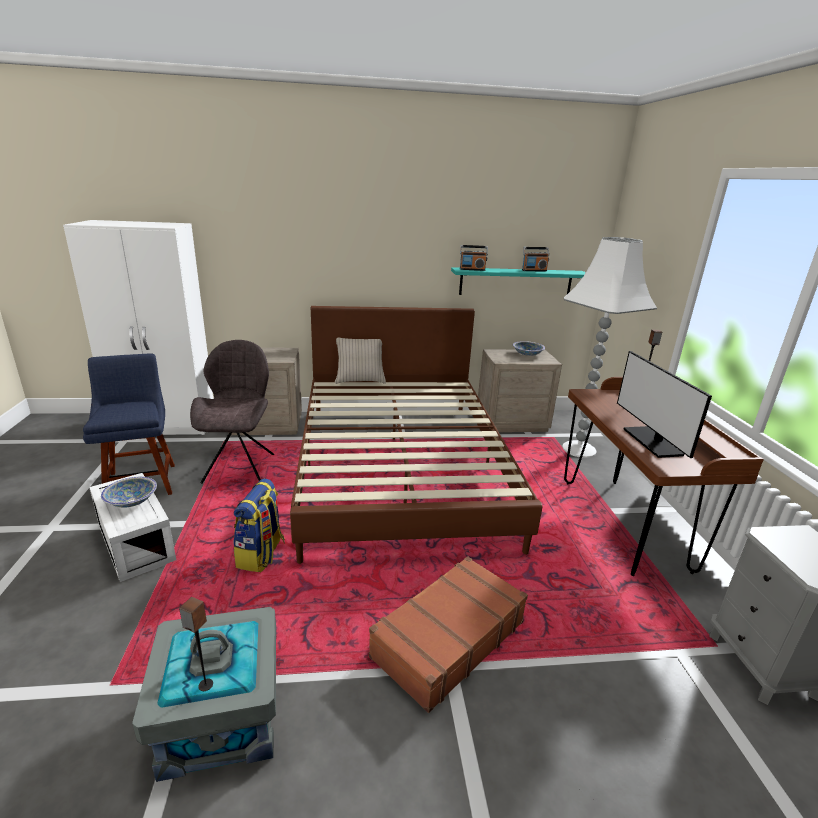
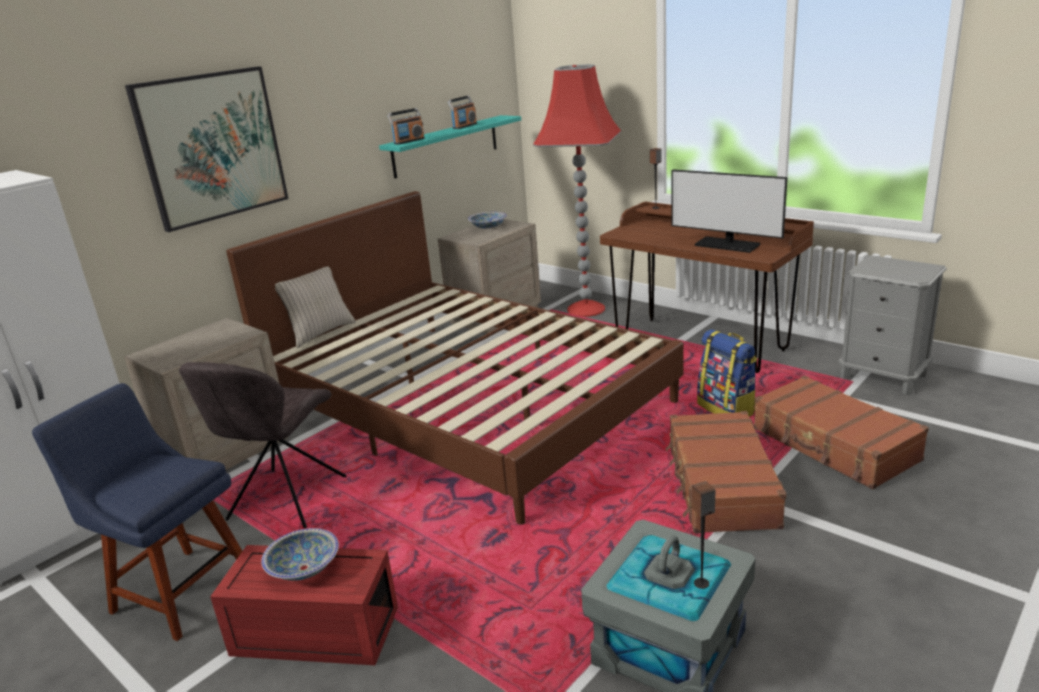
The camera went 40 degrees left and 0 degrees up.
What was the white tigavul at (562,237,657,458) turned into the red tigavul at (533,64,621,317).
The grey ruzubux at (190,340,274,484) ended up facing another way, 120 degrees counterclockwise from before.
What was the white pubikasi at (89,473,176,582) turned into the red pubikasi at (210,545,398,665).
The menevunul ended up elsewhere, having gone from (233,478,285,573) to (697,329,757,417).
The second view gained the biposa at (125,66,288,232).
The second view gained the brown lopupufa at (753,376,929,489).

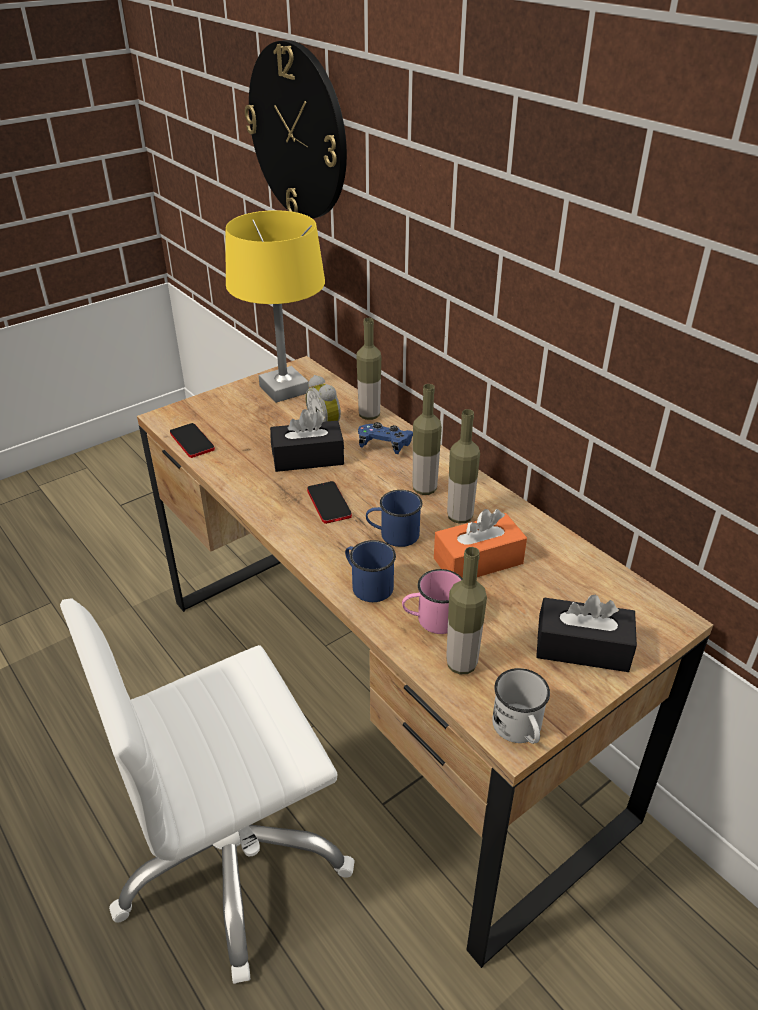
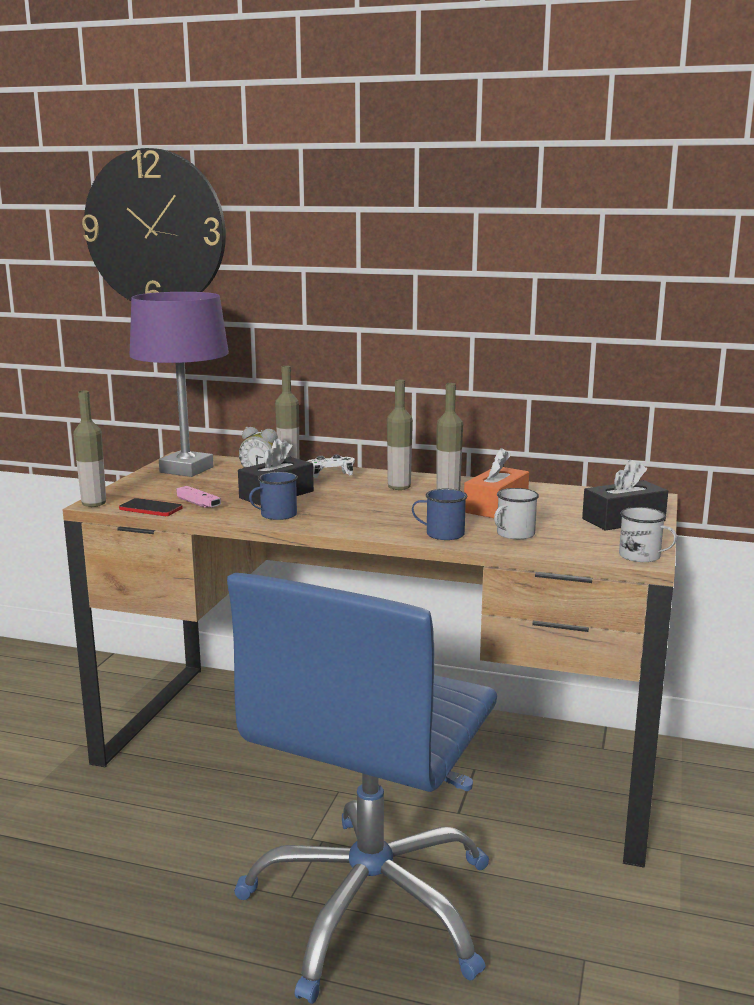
The camera went 35 degrees left and 20 degrees down.
What was the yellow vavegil at (225,210,325,403) turned into the purple vavegil at (130,292,229,477).
What was the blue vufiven at (358,422,413,454) turned into the white vufiven at (307,455,355,478).
The second view lost the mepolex at (307,481,352,524).
The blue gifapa ended up elsewhere, having gone from (366,490,422,547) to (249,472,298,520).
The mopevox ended up elsewhere, having gone from (446,547,487,674) to (73,391,106,507).
What was the pink gifapa at (402,569,463,634) turned into the white gifapa at (494,488,539,539).
What was the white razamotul at (60,599,355,984) turned into the blue razamotul at (227,573,497,1004).
The second view gained the pink vufiven at (177,486,221,508).

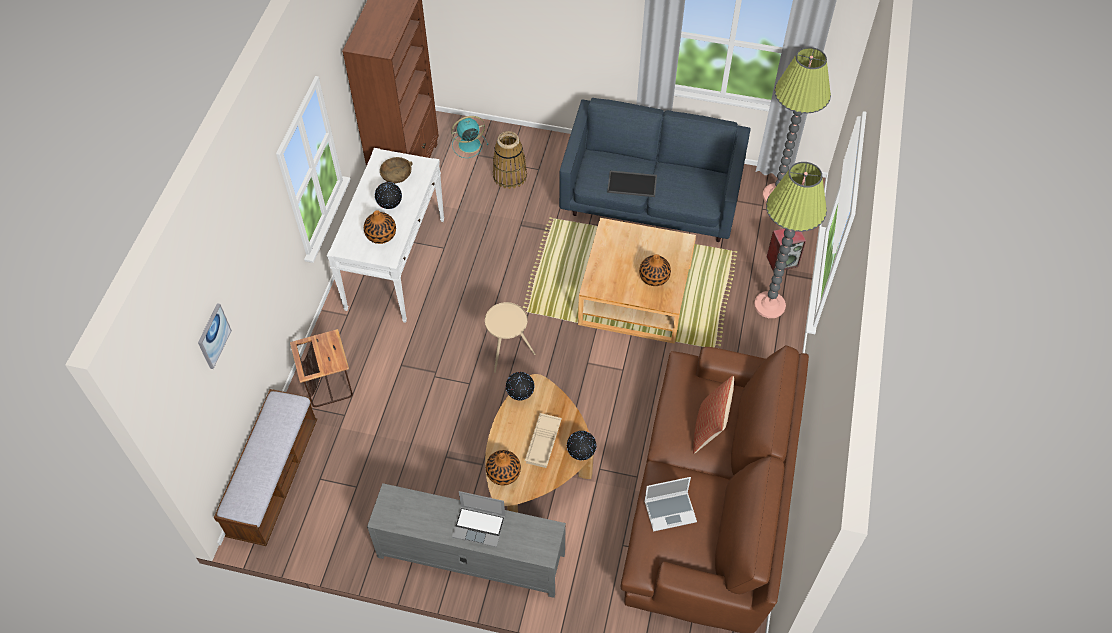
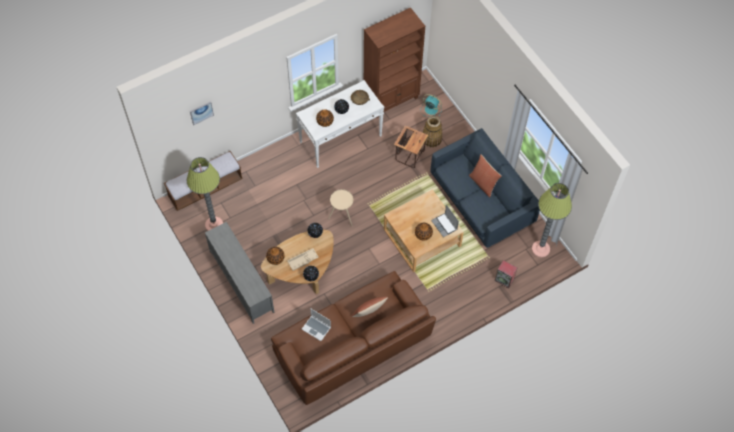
The camera went 45 degrees right and 5 degrees up.
The tigavul ended up elsewhere, having gone from (754,162,827,318) to (187,157,223,231).
The second view lost the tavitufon at (607,170,657,197).
The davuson ended up elsewhere, having gone from (290,329,353,407) to (394,125,428,168).
The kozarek ended up elsewhere, having gone from (452,491,506,547) to (431,205,459,237).
The second view gained the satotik at (469,154,502,197).

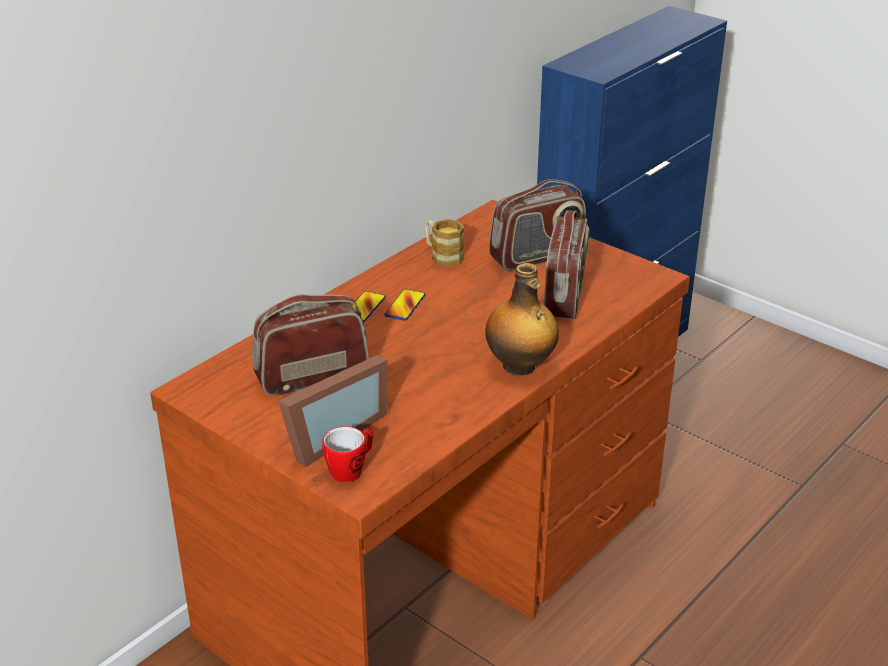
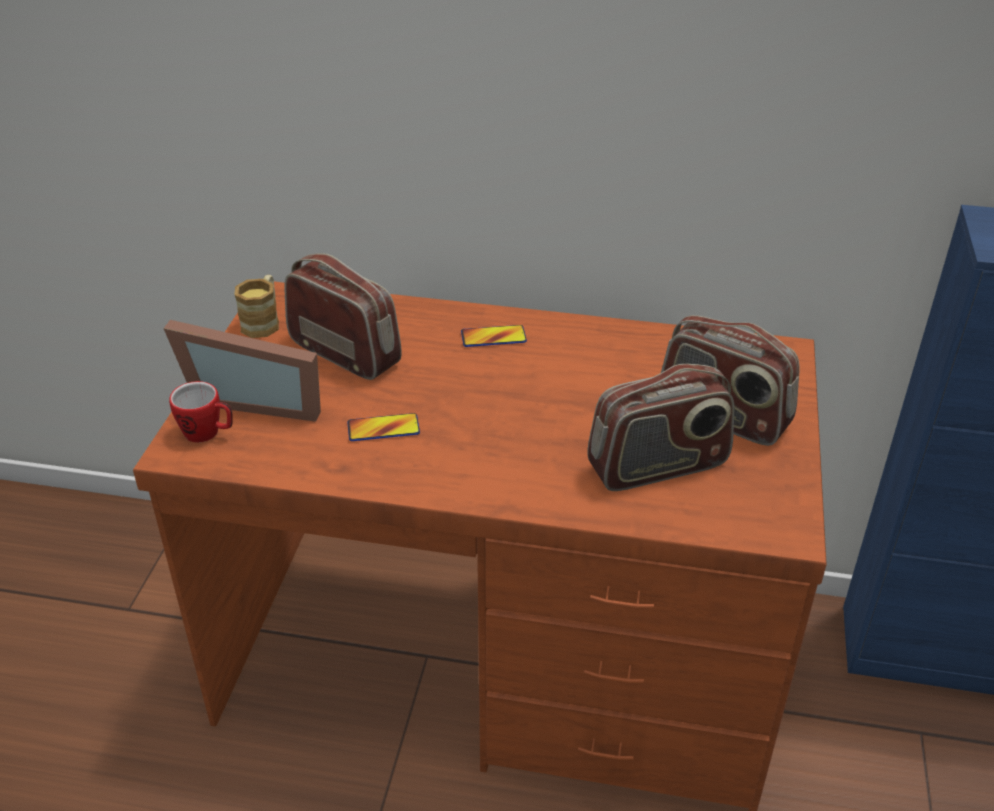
The camera went 60 degrees right and 5 degrees up.
The gifapa ended up elsewhere, having gone from (425,219,465,267) to (234,275,279,338).
The second view lost the mopevox at (485,263,559,375).
The mepolex ended up elsewhere, having gone from (384,289,426,321) to (347,413,420,441).

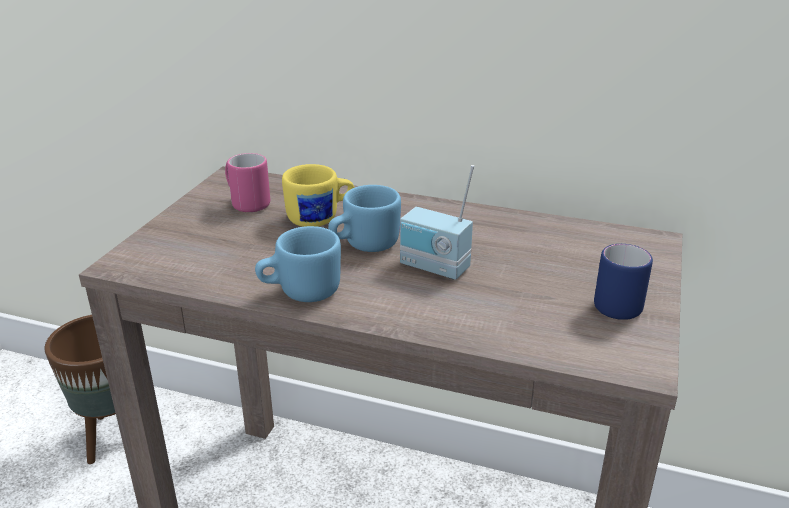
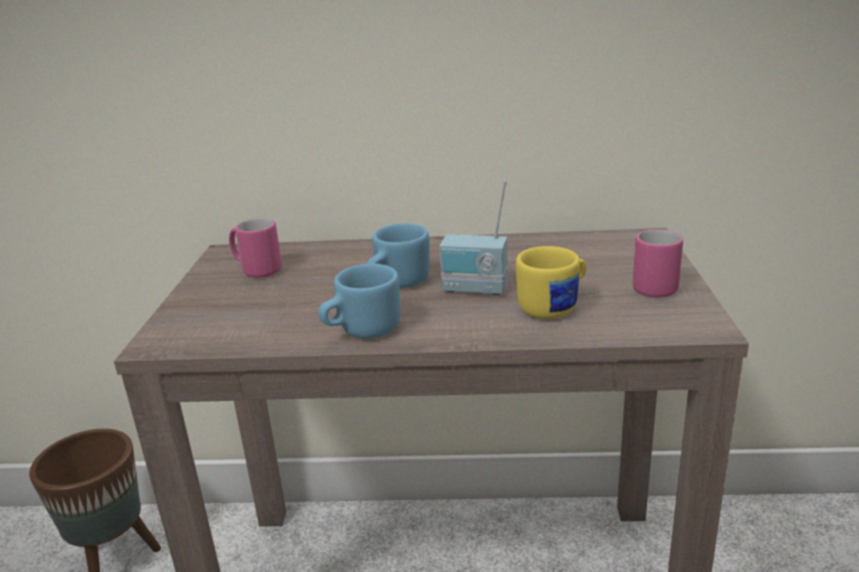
The camera went 15 degrees left and 5 degrees down.
The yellow gifapa ended up elsewhere, having gone from (282,164,355,227) to (516,246,586,319).
What was the blue gifapa at (594,244,653,320) turned into the pink gifapa at (633,230,683,297).

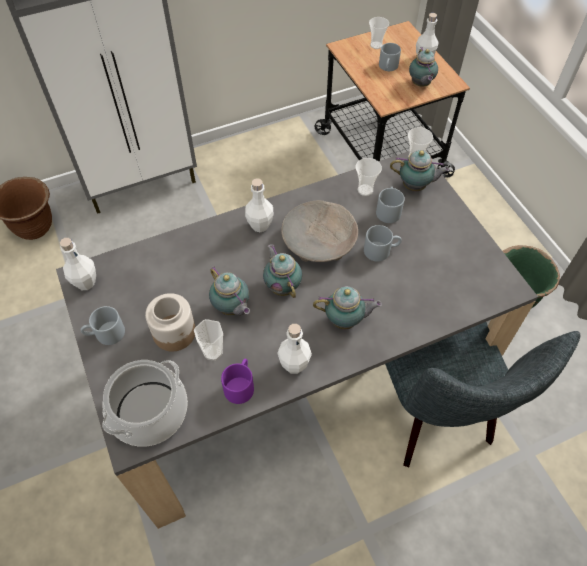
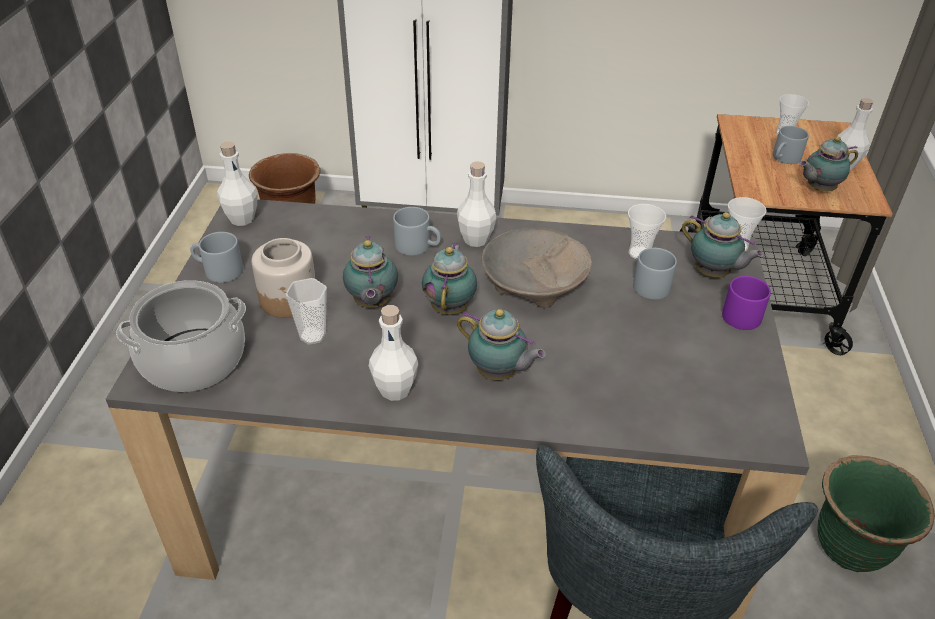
The camera went 30 degrees right and 15 degrees down.
The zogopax at (409,47,438,86) ended up facing another way, 45 degrees clockwise from before.
The grey gifapa ended up elsewhere, having gone from (364,225,402,262) to (393,207,441,256).
The purple gifapa ended up elsewhere, having gone from (221,359,254,404) to (722,276,771,330).

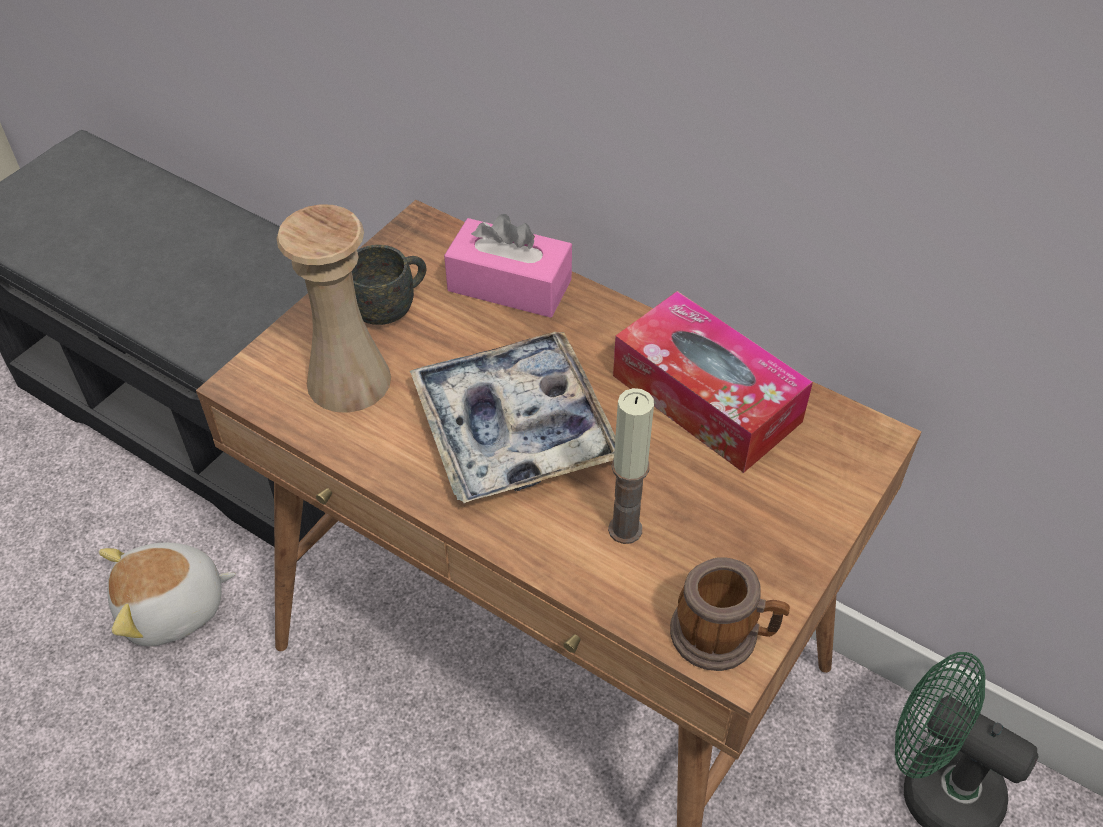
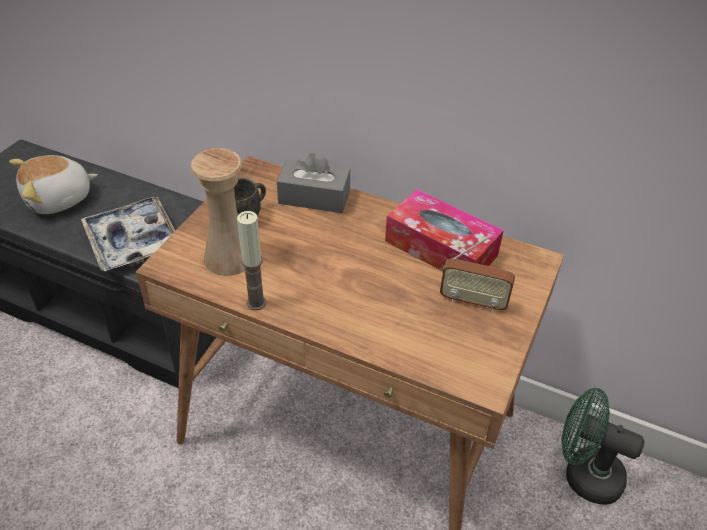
The camera went 10 degrees left and 5 degrees down.
What was the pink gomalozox at (444,214,572,318) turned into the grey gomalozox at (277,153,350,213).
The tavitufon ended up elsewhere, having gone from (410,332,616,503) to (81,197,175,271).
The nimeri ended up elsewhere, having gone from (608,388,654,544) to (237,211,266,310).
The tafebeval ended up elsewhere, having gone from (99,543,236,646) to (9,155,98,214).
The second view lost the gifapa at (670,557,790,671).
The second view gained the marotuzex at (440,236,515,313).

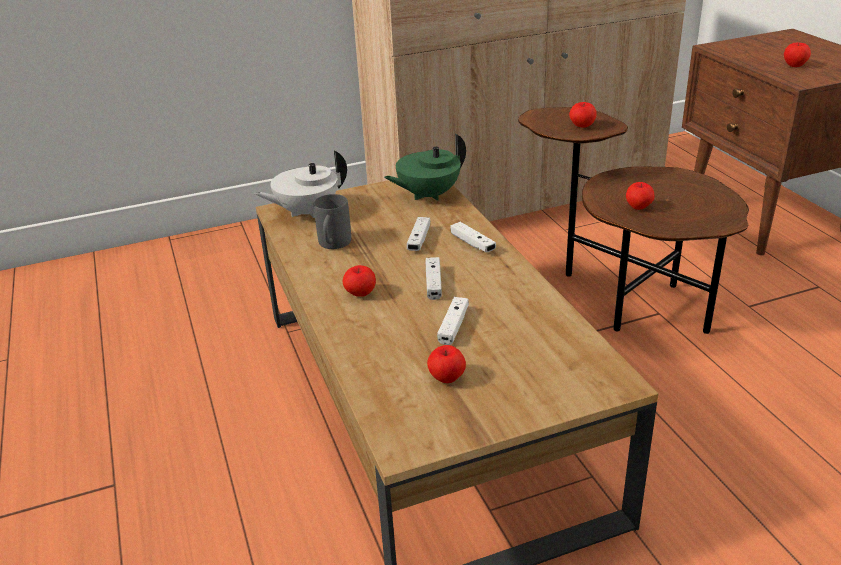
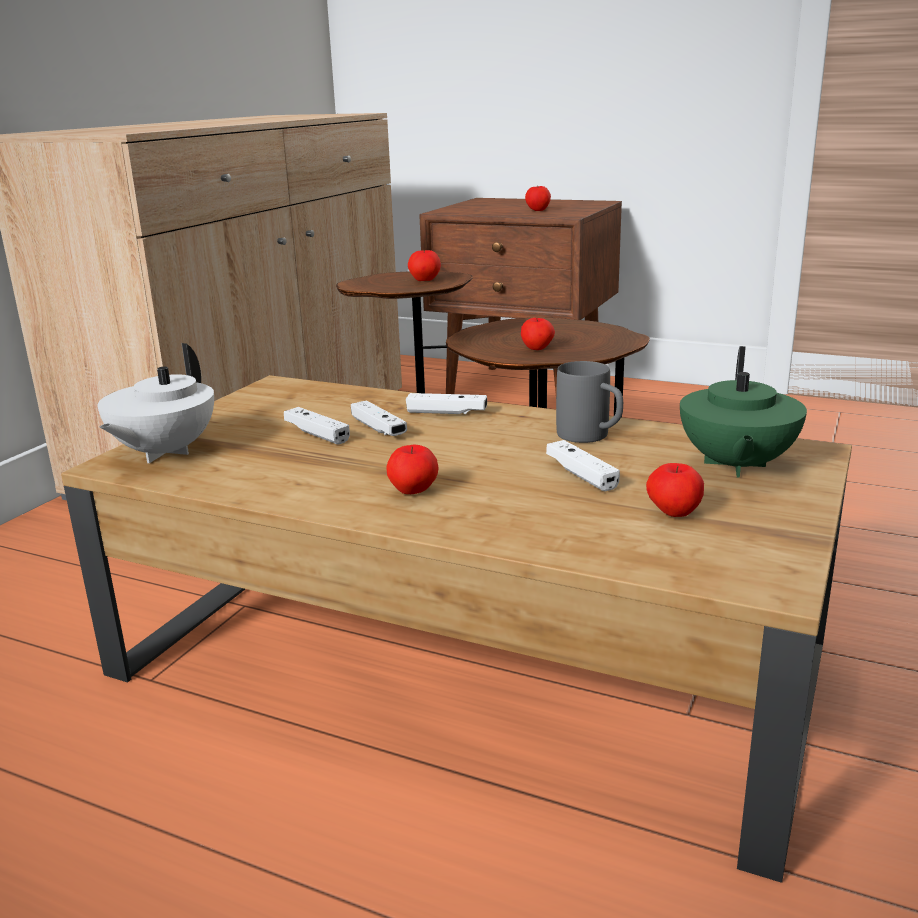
The camera went 45 degrees left and 10 degrees down.
The green zogopax ended up elsewhere, having gone from (384,134,466,201) to (680,346,807,478).
The grey gifapa ended up elsewhere, having gone from (314,194,351,249) to (556,361,623,443).
The white vufiven ended up elsewhere, having gone from (426,257,442,300) to (284,407,350,445).

